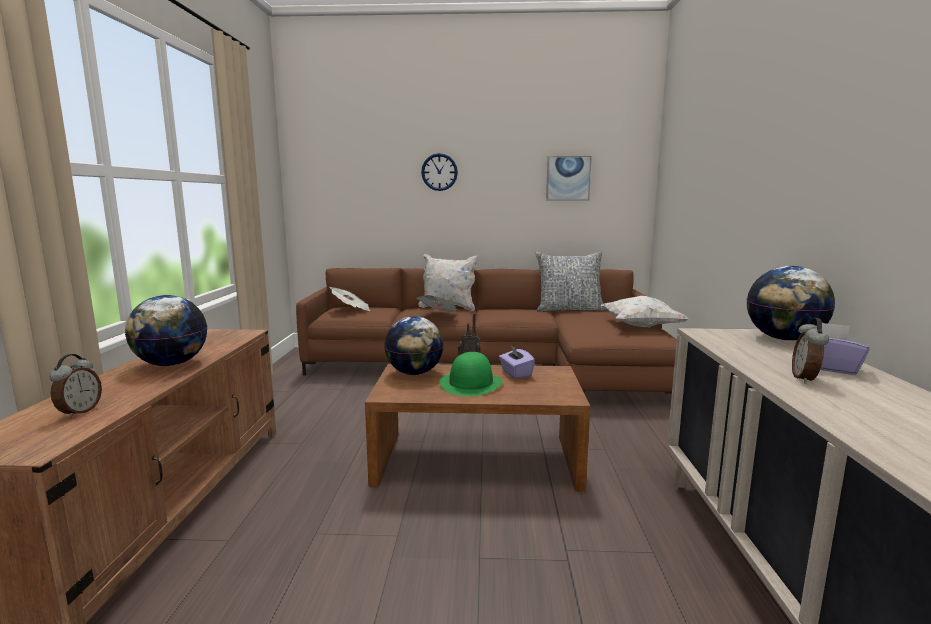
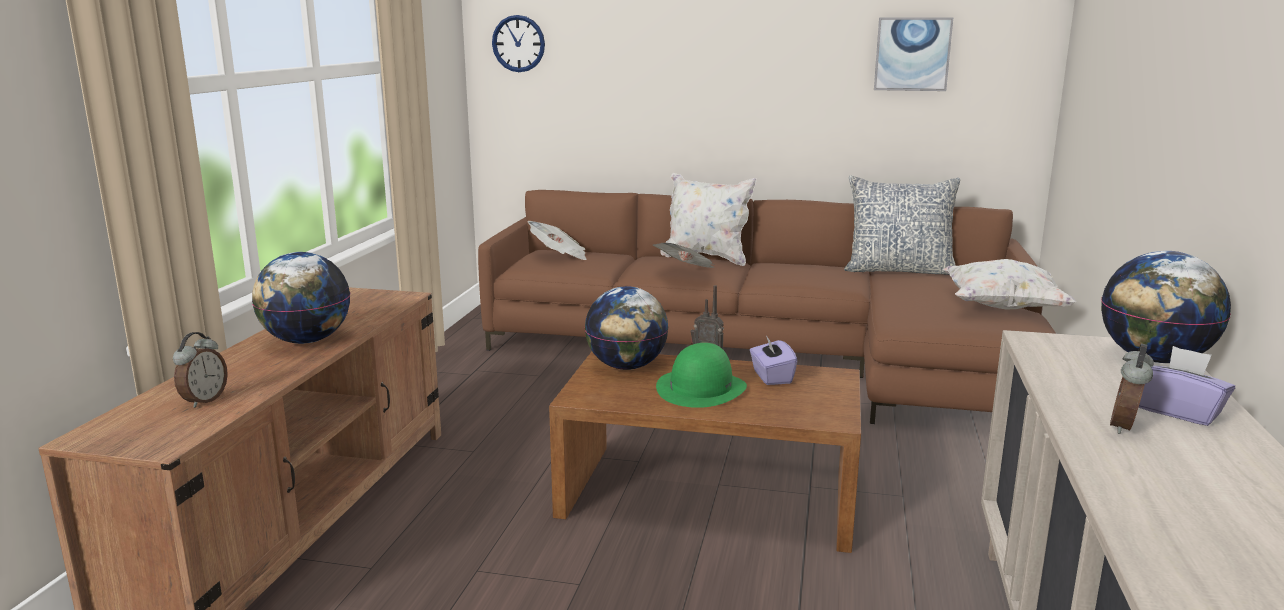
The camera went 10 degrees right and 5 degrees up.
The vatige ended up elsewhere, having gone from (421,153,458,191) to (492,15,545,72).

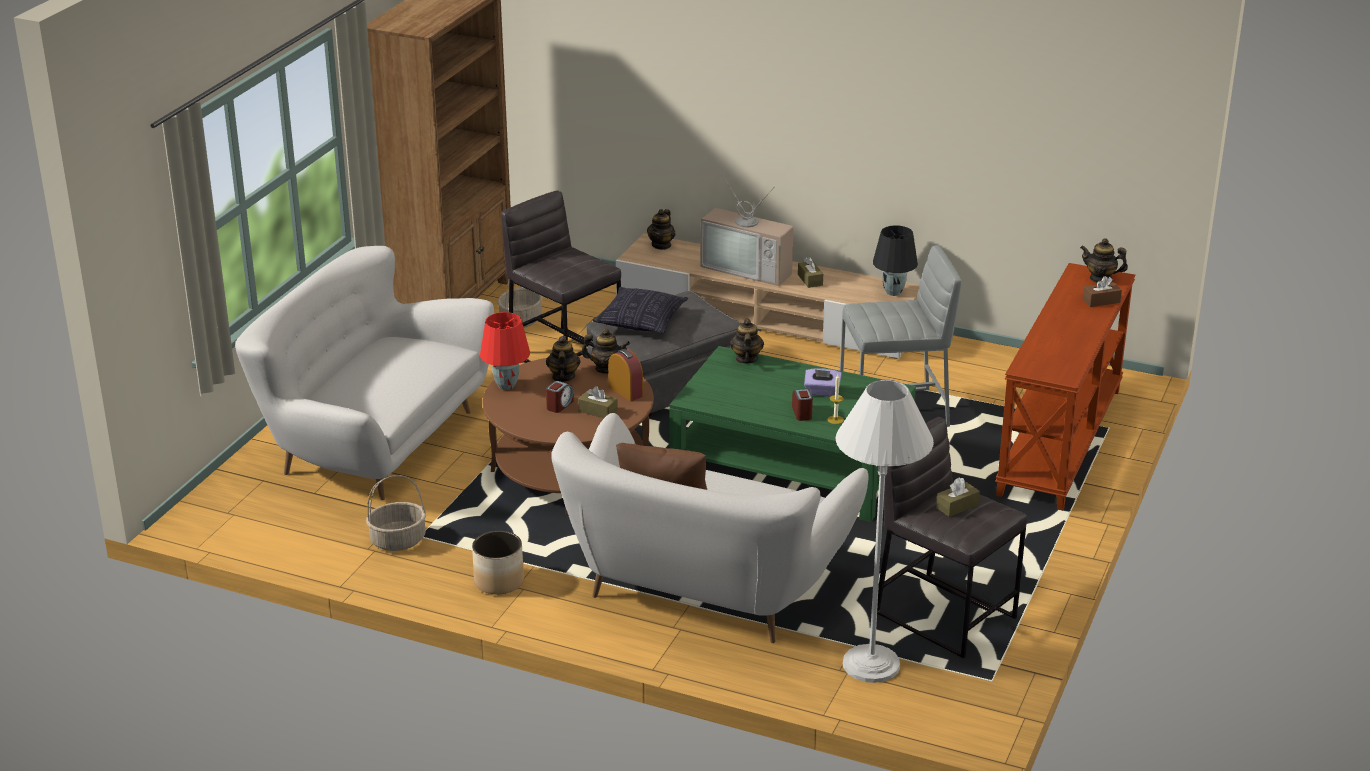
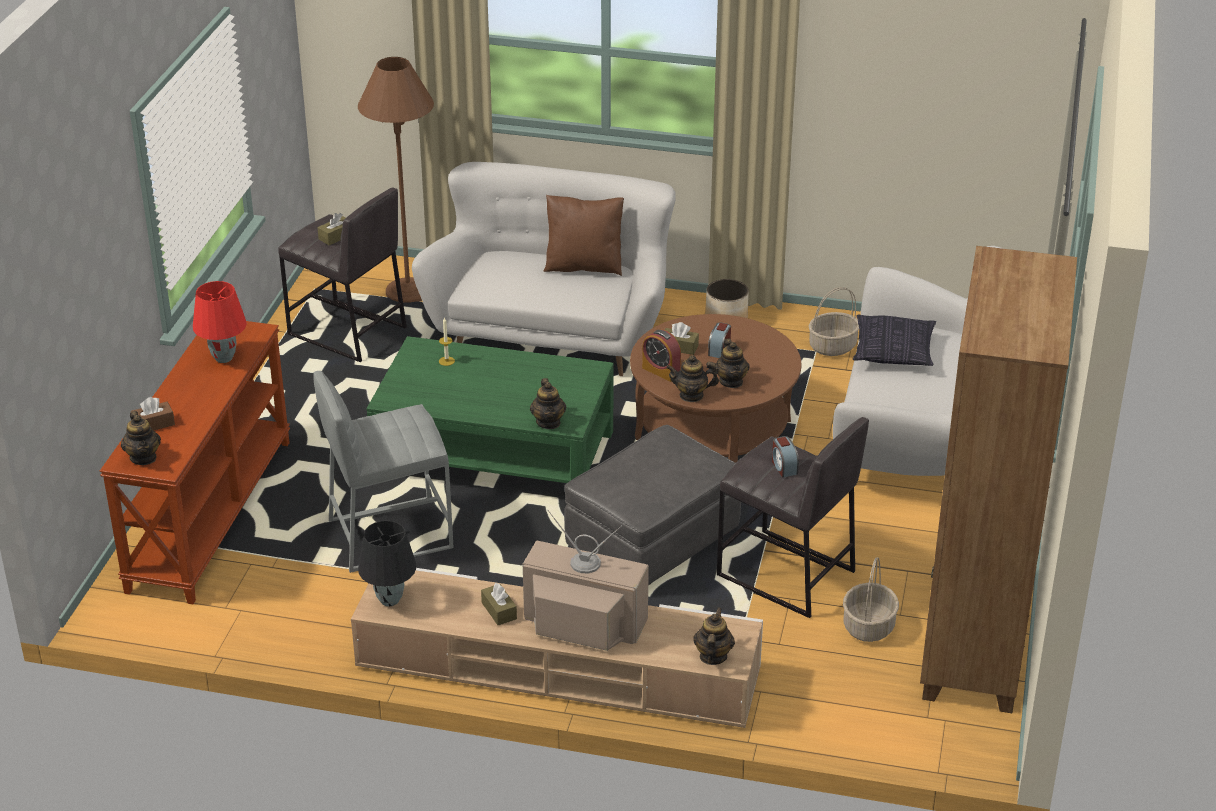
The camera went 170 degrees right and 5 degrees up.
The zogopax at (1080,238,1128,283) ended up facing another way, 60 degrees clockwise from before.
The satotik ended up elsewhere, having gone from (593,287,688,334) to (853,315,936,366).
The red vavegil ended up elsewhere, having gone from (480,312,530,390) to (193,281,247,363).
The second view lost the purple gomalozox at (804,368,842,397).
What was the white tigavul at (835,380,934,683) turned into the brown tigavul at (358,57,434,303).
The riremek ended up elsewhere, having gone from (792,389,813,421) to (772,436,799,477).

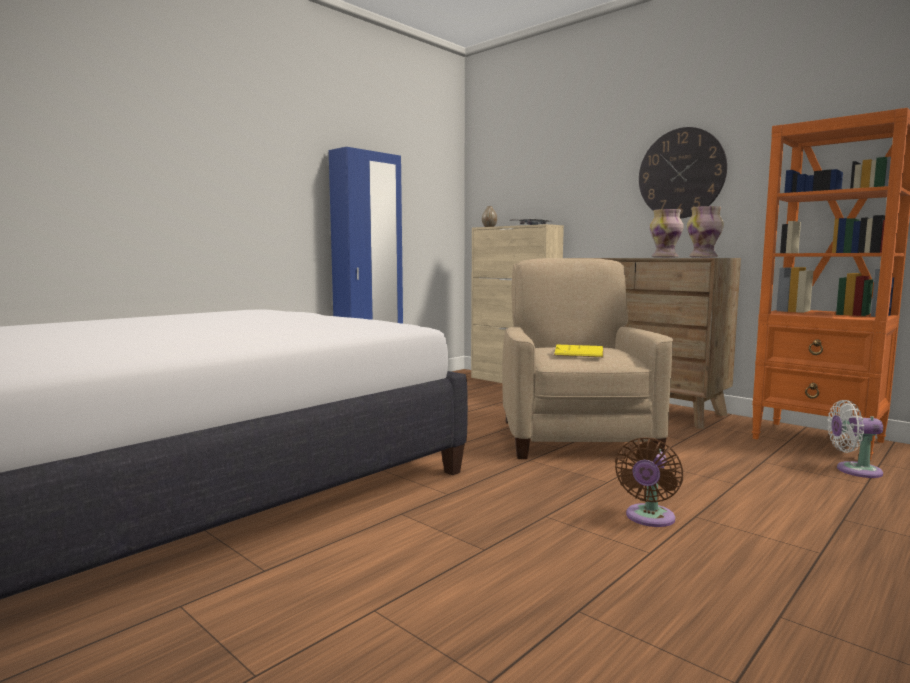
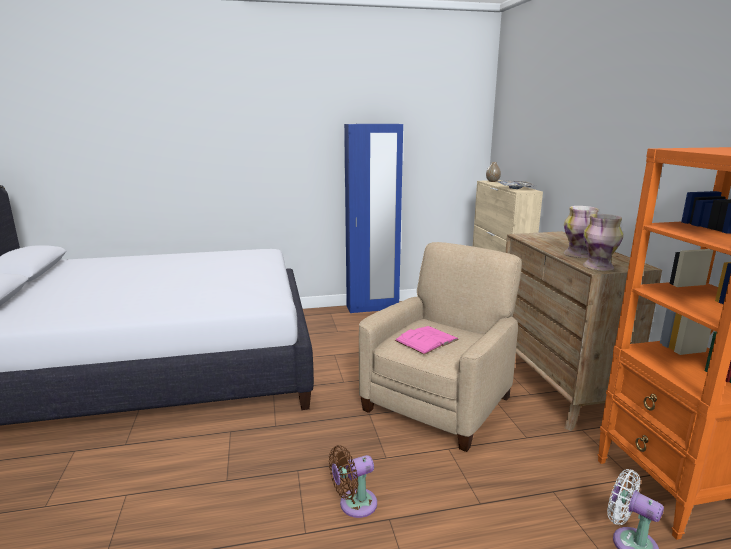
The camera went 35 degrees right and 10 degrees up.
The second view lost the vatige at (639,127,727,218).
What was the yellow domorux at (554,345,603,357) turned into the pink domorux at (395,326,459,355).

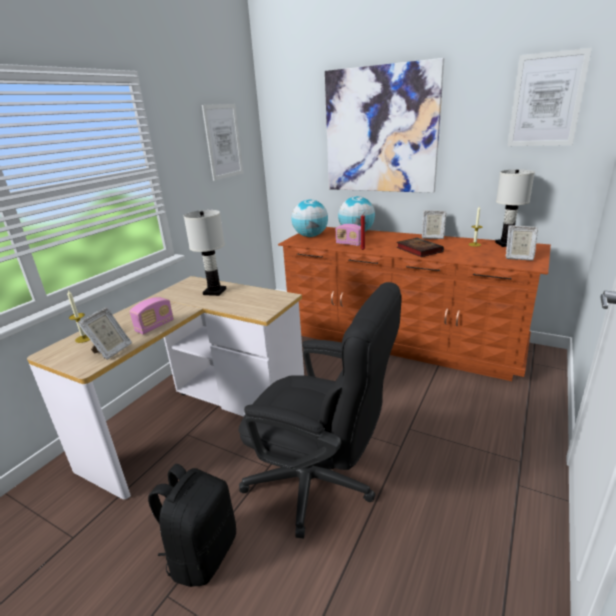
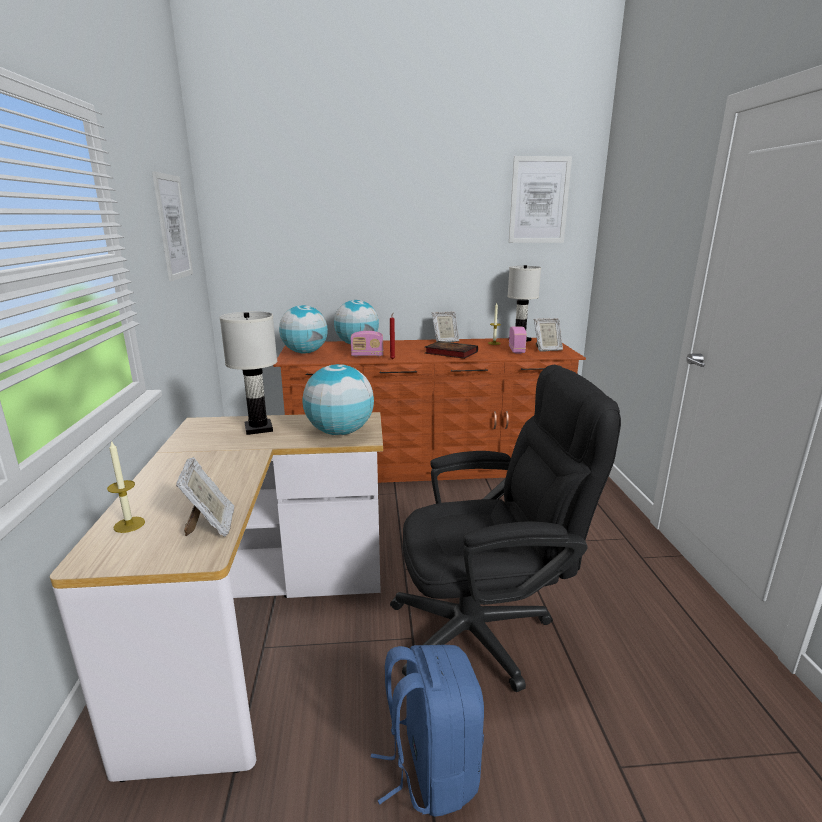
The camera went 35 degrees left and 5 degrees down.
The second view lost the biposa at (325,58,444,193).
The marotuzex ended up elsewhere, having gone from (130,297,174,335) to (509,327,527,354).
What was the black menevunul at (148,464,236,587) turned into the blue menevunul at (371,645,484,817).
The second view gained the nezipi at (303,364,374,435).

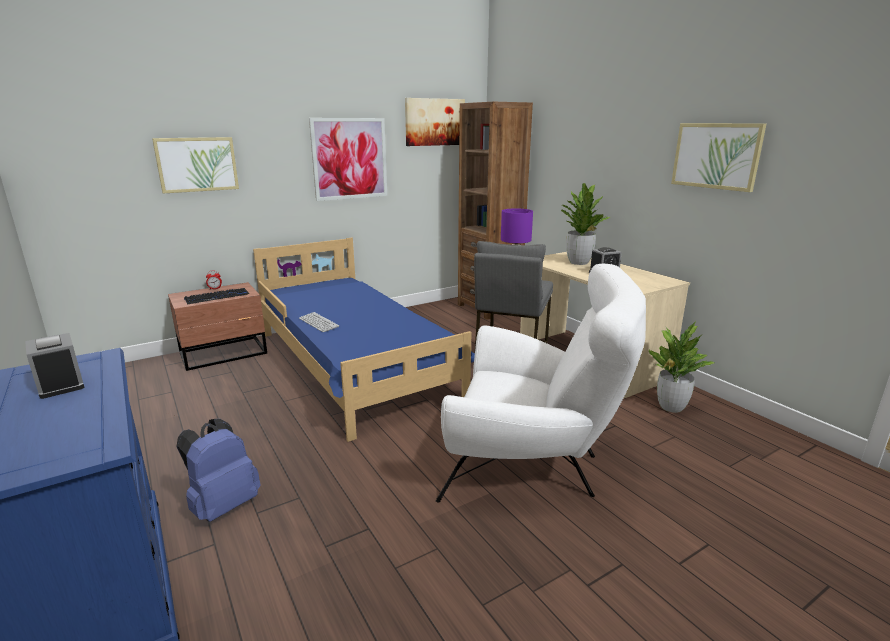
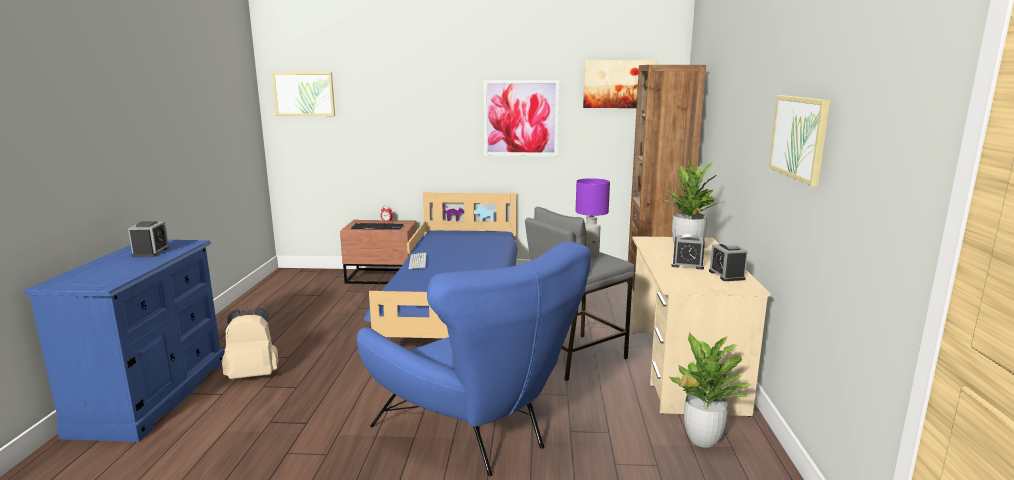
The camera went 35 degrees right and 5 degrees down.
The biposa ended up elsewhere, having gone from (152,137,239,194) to (272,72,335,116).
What was the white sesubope at (436,264,646,503) turned into the blue sesubope at (357,241,591,476).
What was the blue menevunul at (176,419,261,522) turned into the beige menevunul at (221,307,278,379).
The second view gained the riremek at (709,243,748,281).

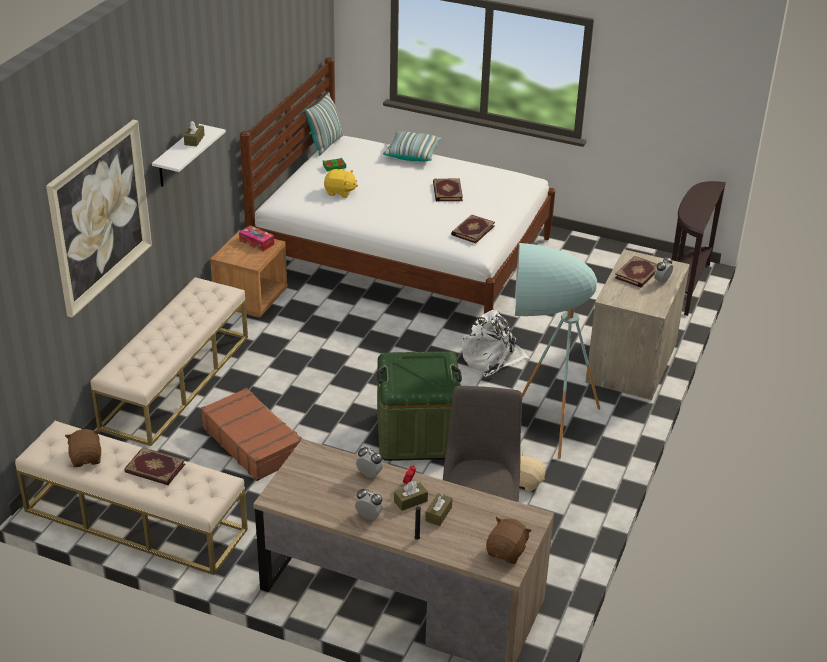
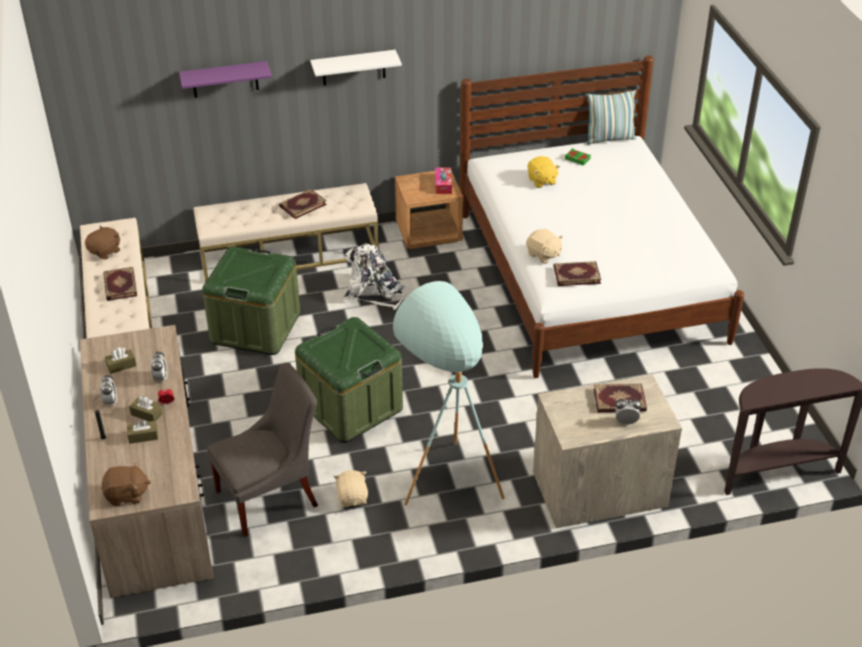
The camera went 55 degrees right and 5 degrees up.
Where the biposa hung at (46,120,152,318), the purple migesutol came to hang at (179,61,272,98).
The brown gomalozox ended up elsewhere, having gone from (184,121,205,146) to (105,348,136,374).
The second view lost the satotik at (383,131,442,162).
The domorux ended up elsewhere, having gone from (433,178,463,202) to (279,189,327,219).
The white menevunul ended up elsewhere, having gone from (462,310,530,377) to (344,243,404,310).
Where the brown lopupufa stood at (201,388,302,481), the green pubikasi came to stand at (202,247,300,355).
The second view gained the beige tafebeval at (526,229,563,264).

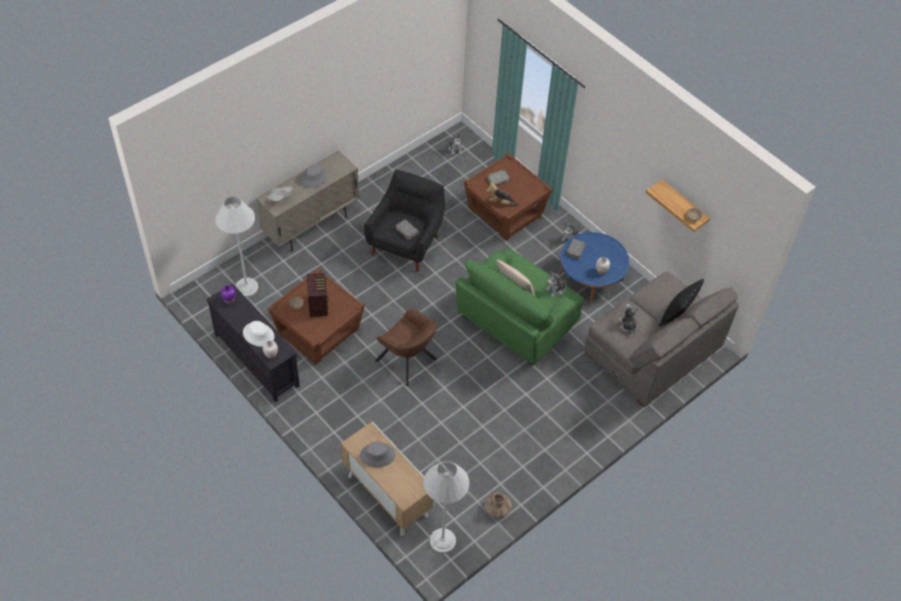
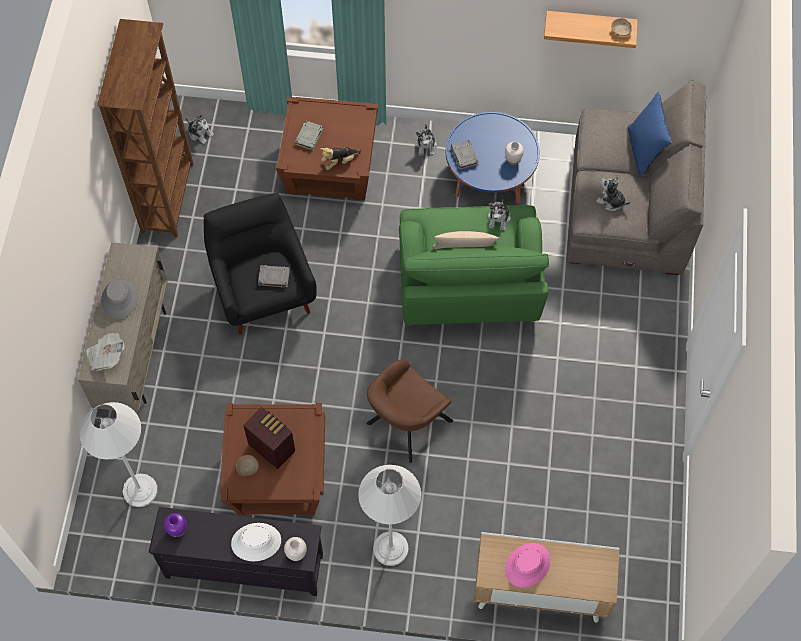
The camera went 40 degrees left and 10 degrees up.
What was the black satotik at (659,279,704,326) turned into the blue satotik at (628,92,672,178).
The brown sesubope at (375,309,437,386) ended up facing another way, 135 degrees clockwise from before.
What was the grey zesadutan at (360,442,396,468) turned into the pink zesadutan at (505,543,551,587).
The white tigavul ended up elsewhere, having gone from (423,461,469,553) to (358,465,421,566).
The second view lost the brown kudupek at (485,493,512,518).
The second view gained the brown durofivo at (97,19,193,237).

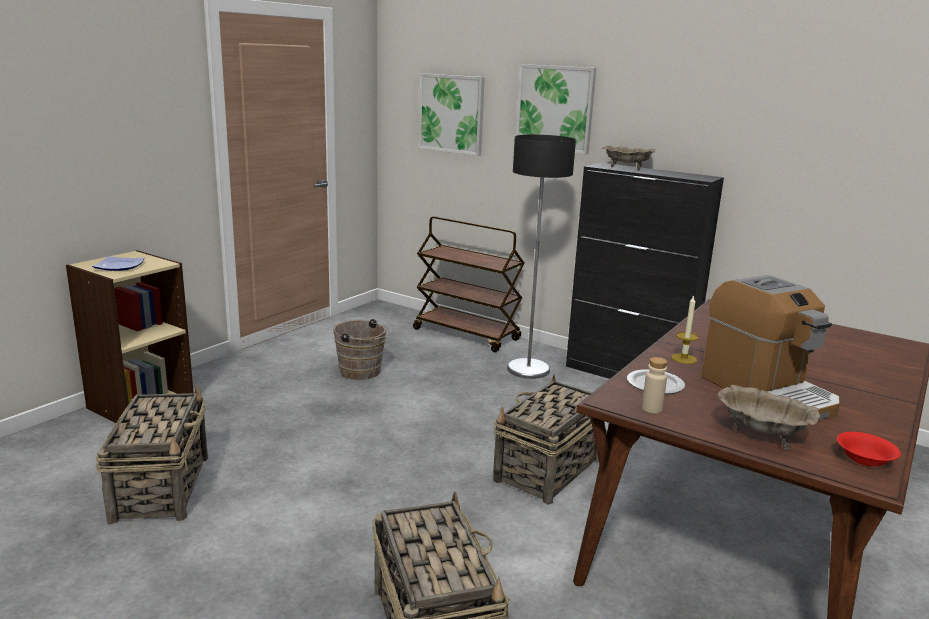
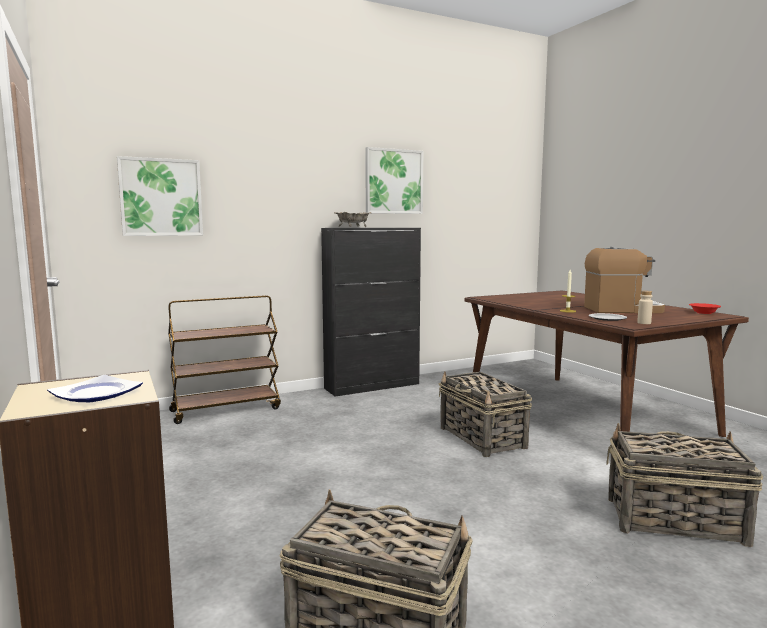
The camera went 60 degrees left and 10 degrees down.
The biposa ended up elsewhere, having gone from (515,64,596,154) to (365,147,423,214).
The second view lost the tigavul at (507,135,576,379).
The second view lost the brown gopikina at (333,319,392,380).
The second view lost the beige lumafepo at (717,385,820,450).

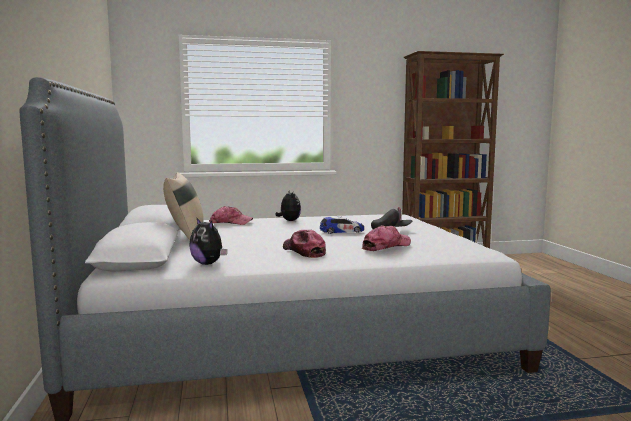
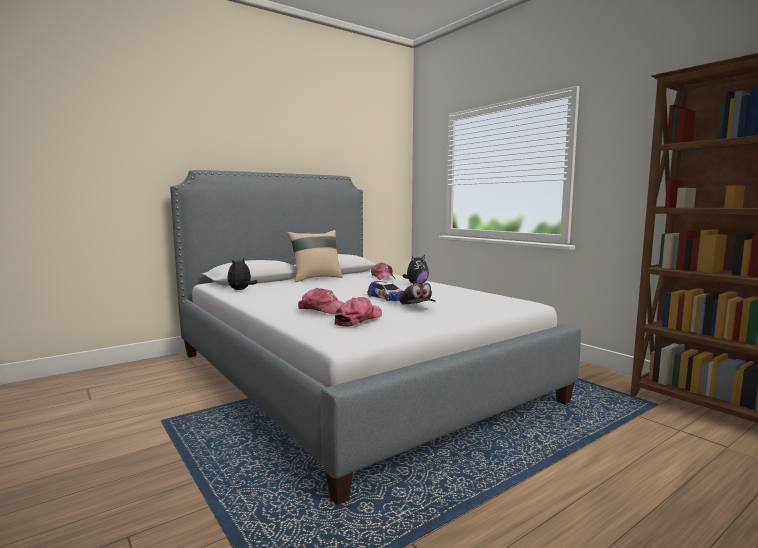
The camera went 65 degrees right and 0 degrees up.
The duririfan ended up elsewhere, having gone from (283,230,326,258) to (334,297,382,326).

